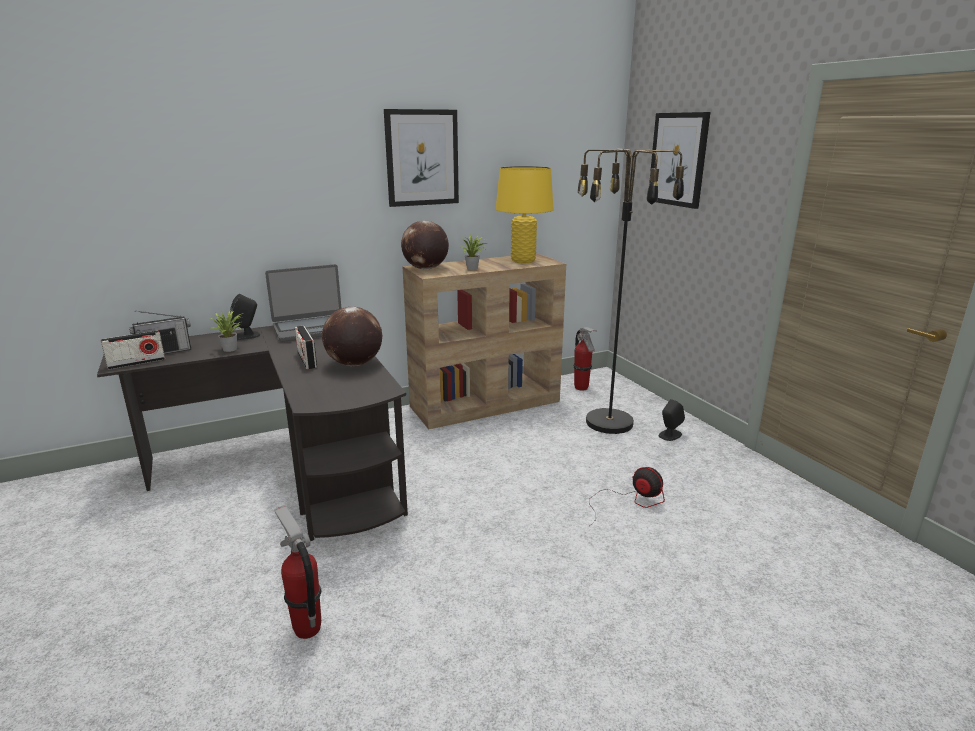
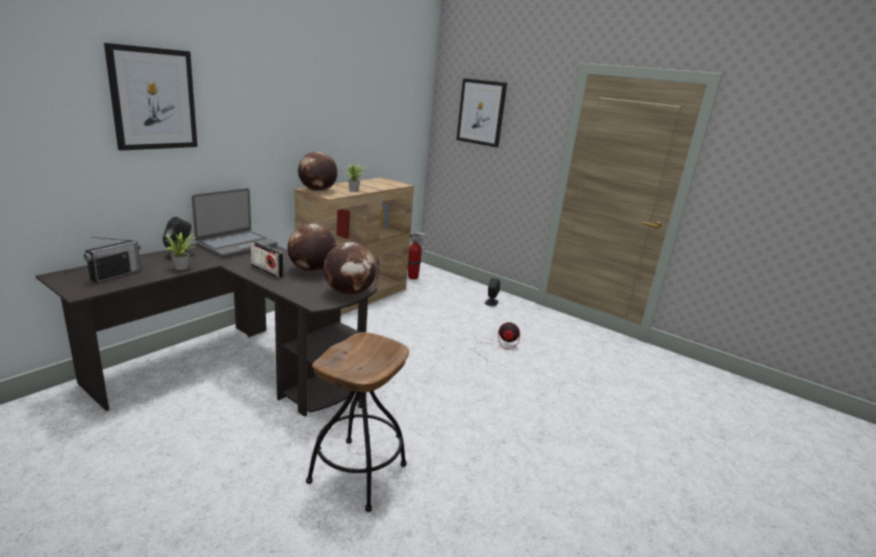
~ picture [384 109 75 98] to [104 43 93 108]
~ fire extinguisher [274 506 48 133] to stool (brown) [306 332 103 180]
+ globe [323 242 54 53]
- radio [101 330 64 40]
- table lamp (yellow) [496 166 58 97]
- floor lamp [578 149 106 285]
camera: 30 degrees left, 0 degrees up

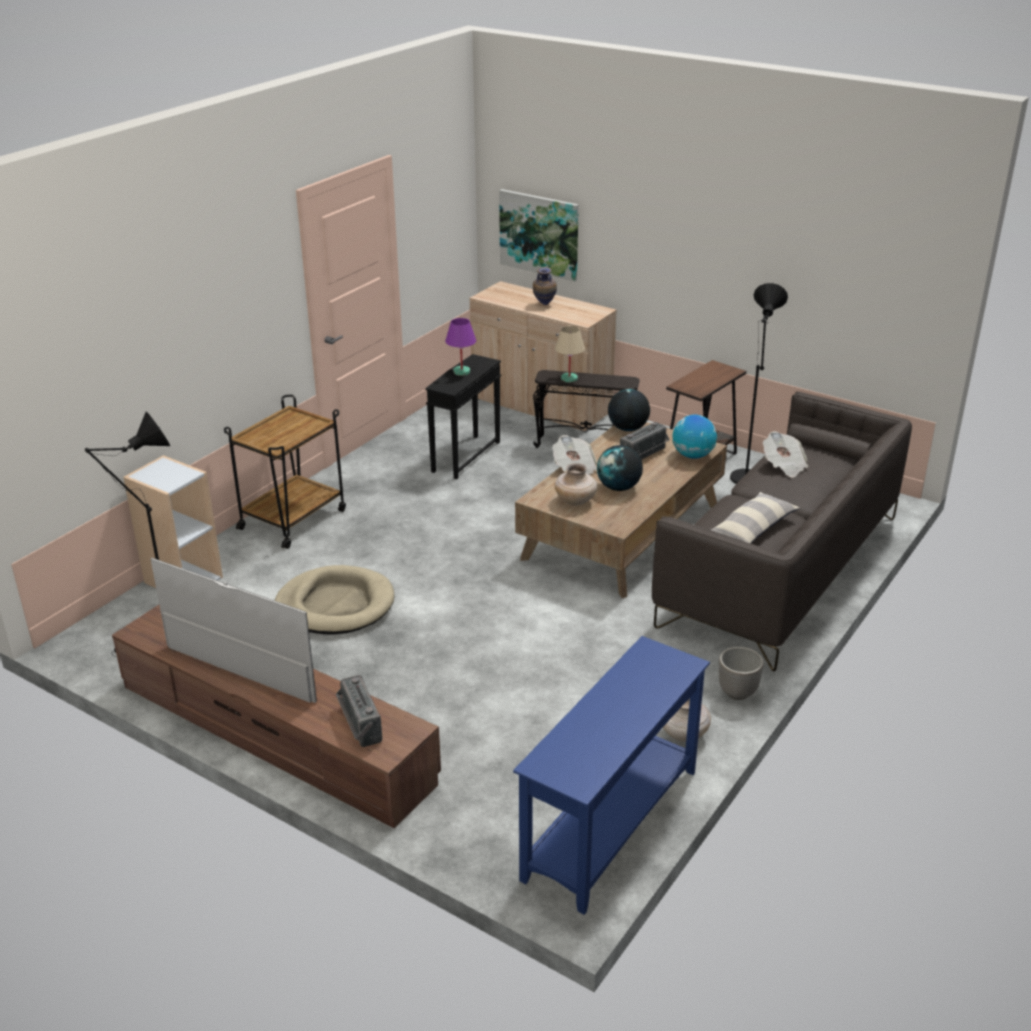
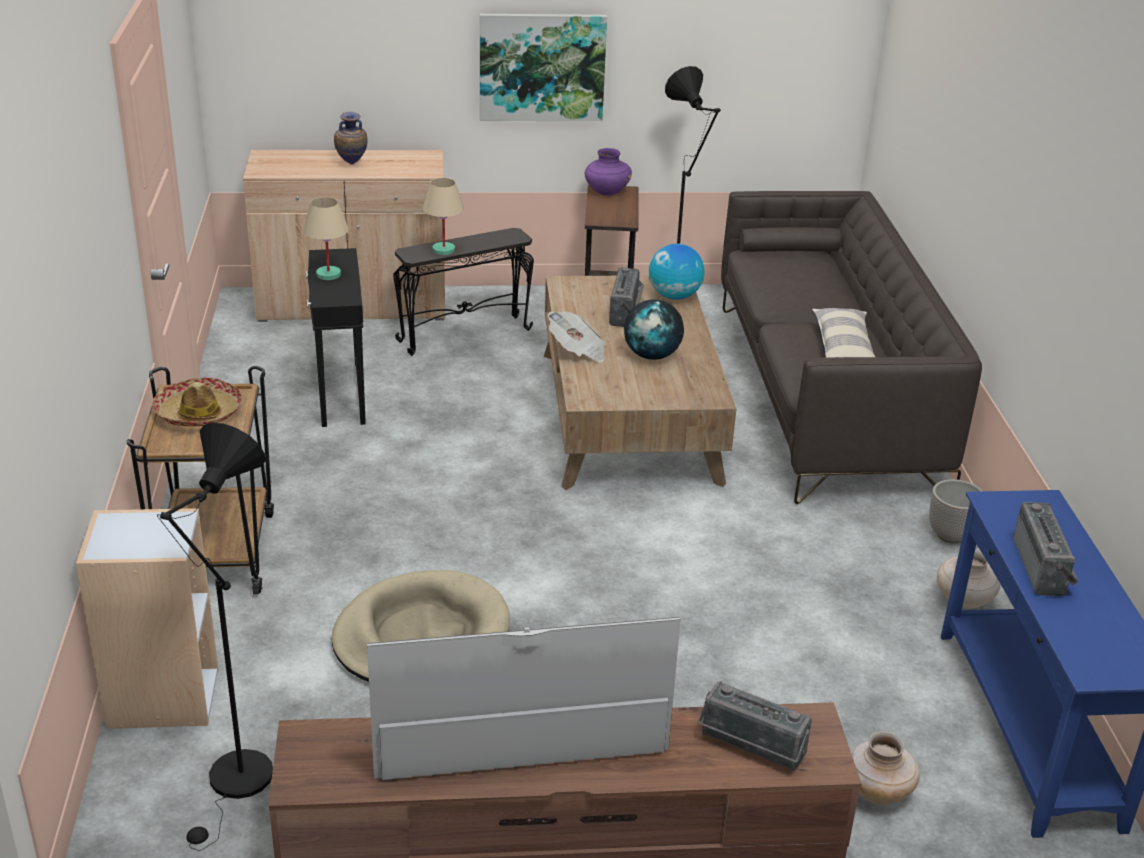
+ hat [152 377 90 50]
~ table lamp (purple) [445 318 31 58] to table lamp (beige) [303 197 46 83]
~ picture [499 189 80 93] to [480 14 127 107]
+ vase (purple) [585 148 47 48]
~ vase (beige) [555 463 42 42] to [851 731 69 74]
+ radio [1013 502 66 94]
- globe [608 389 42 42]
- newspaper [763 431 46 47]
camera: 40 degrees left, 0 degrees up

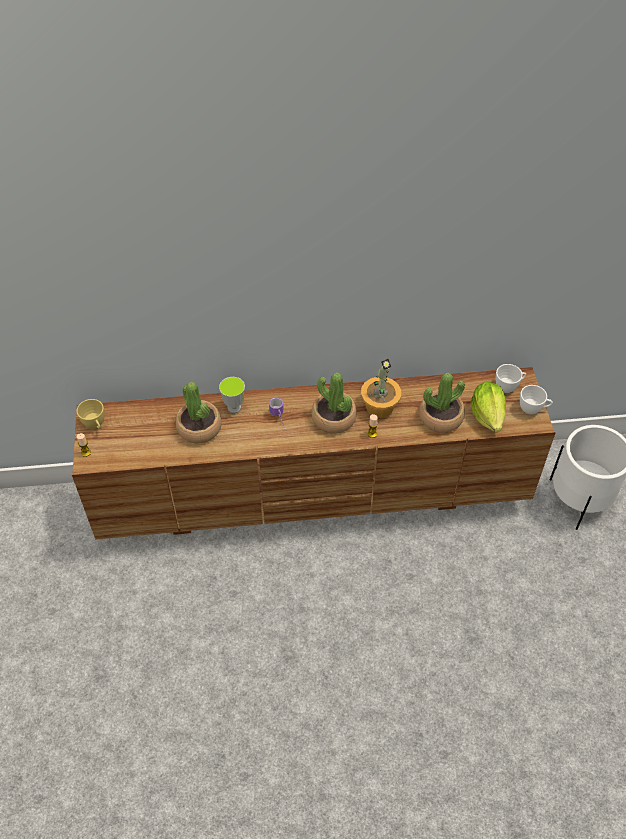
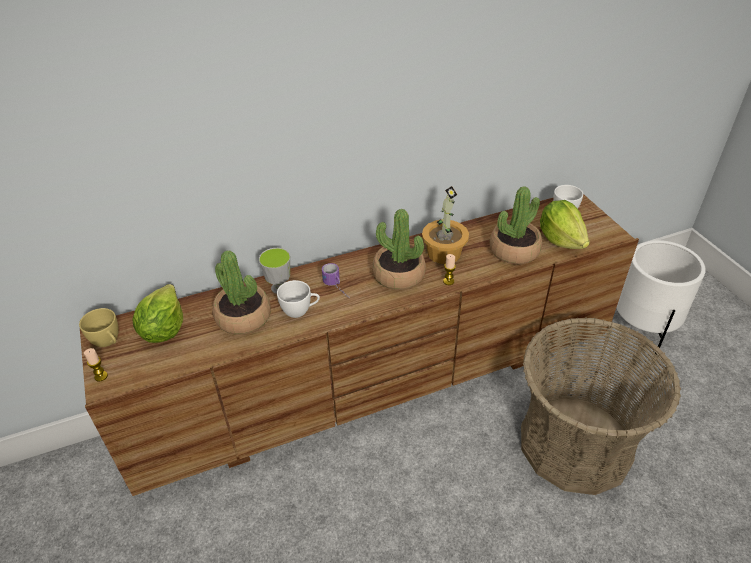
+ lettuce [132 284 51 59]
~ cup (white) [520 385 33 29] to [277 280 43 38]
+ basket [521 318 160 177]
camera: 15 degrees left, 10 degrees down

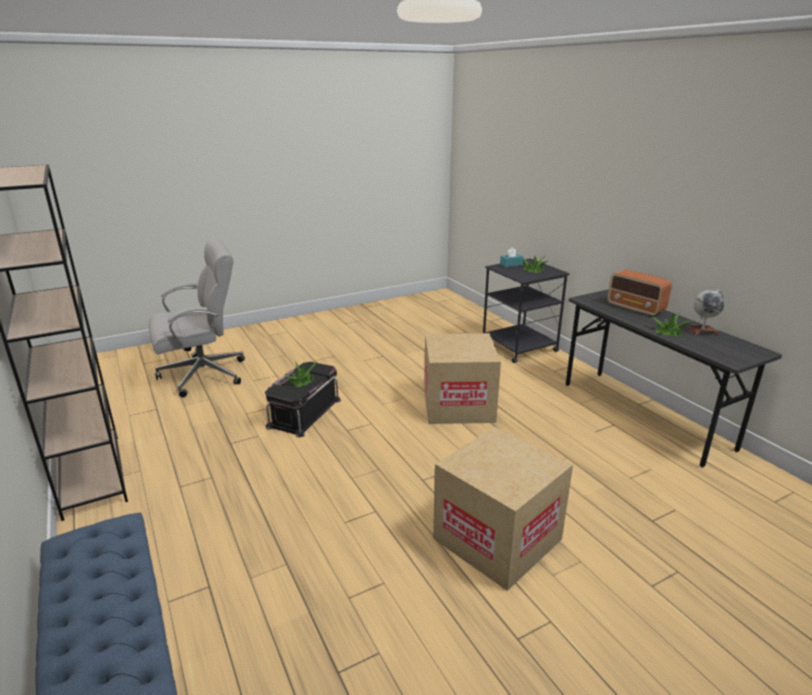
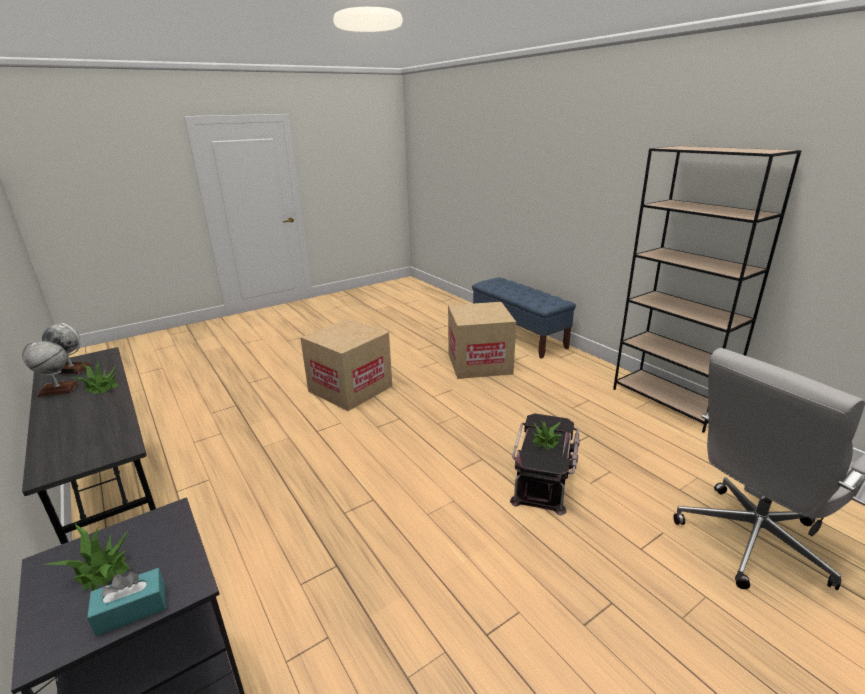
+ globe [42 323 50 51]
~ cardboard box [424 333 77 91] to [448 302 68 77]
- radio [608 269 64 48]
camera: 175 degrees right, 0 degrees up

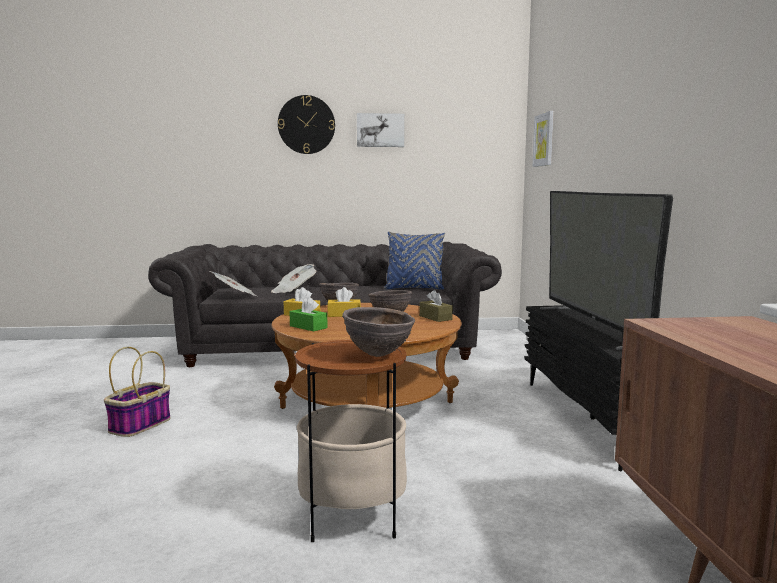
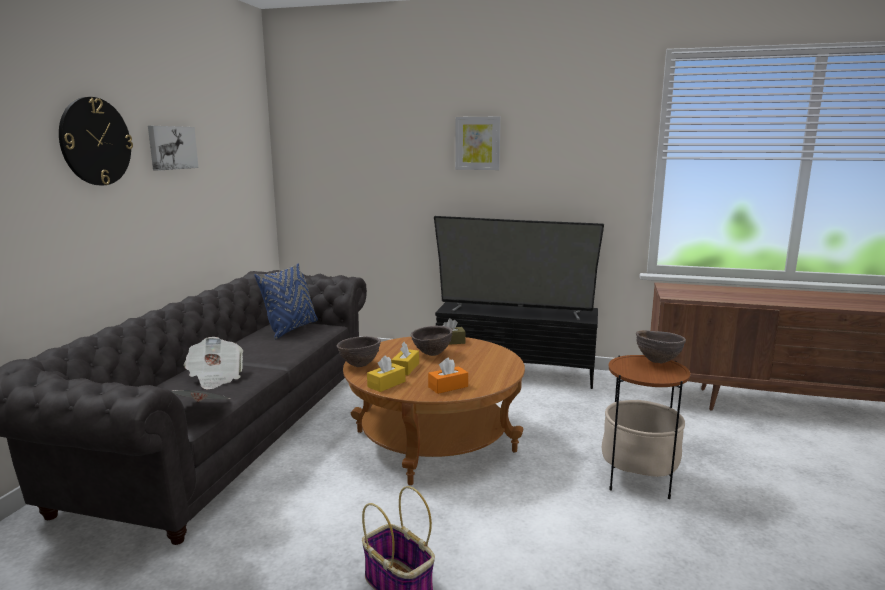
~ tissue box (green) [289 297 39 34] to tissue box (orange) [428 358 40 36]
~ picture [533 111 21 56] to [455 117 46 53]
camera: 70 degrees left, 5 degrees up

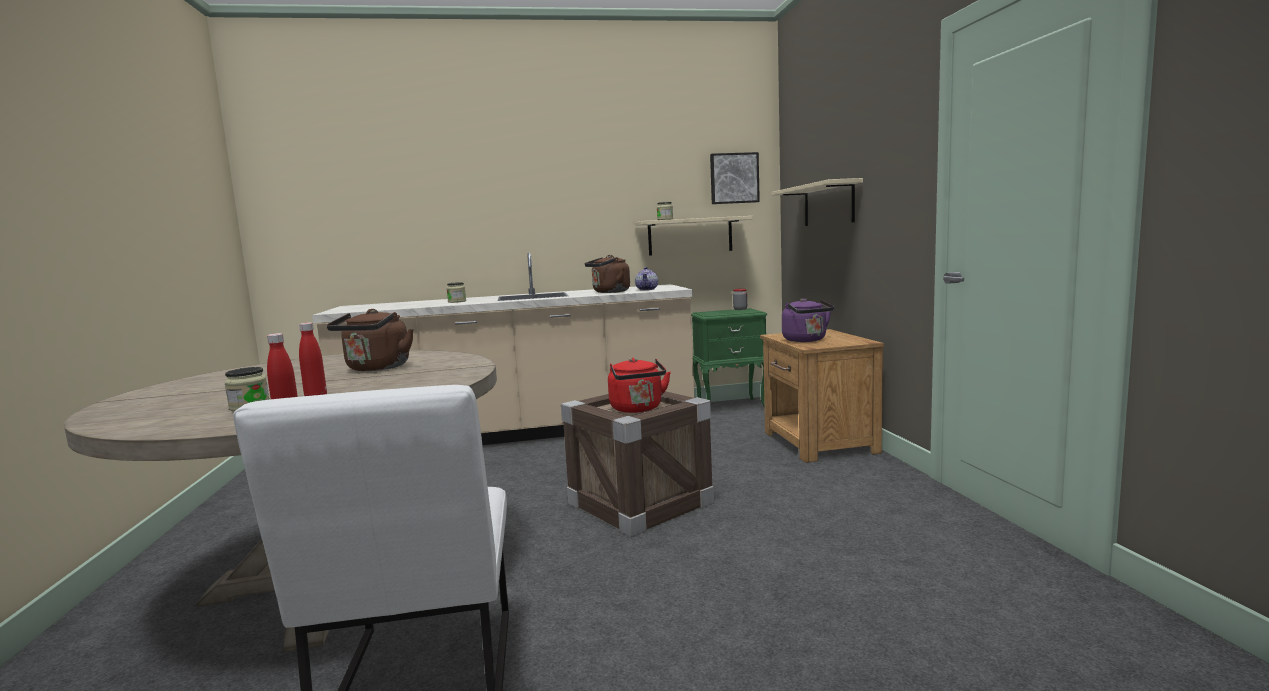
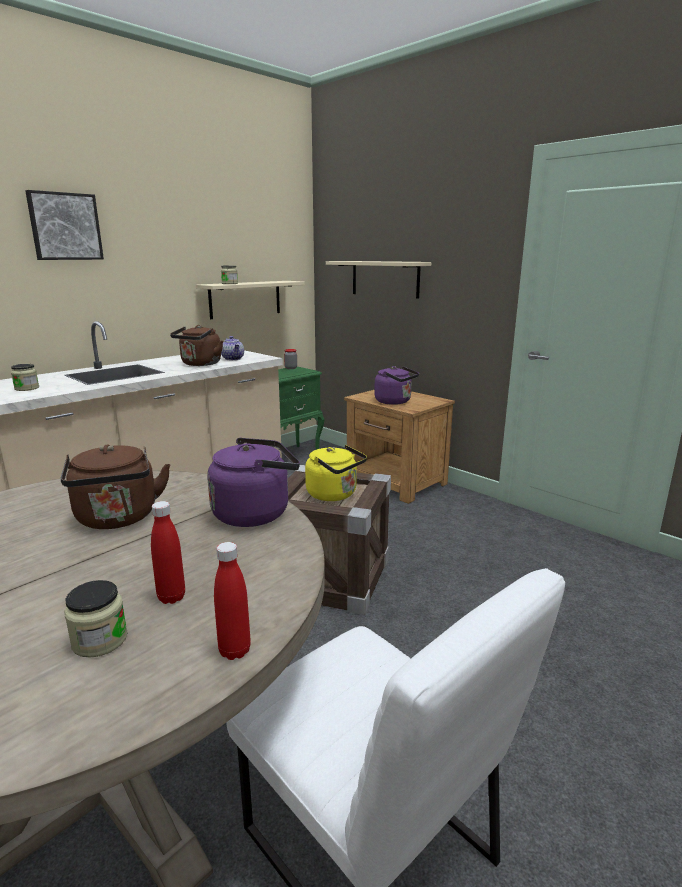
~ picture [710 152 50 52] to [25 190 79 70]
+ kettle (purple) [207 438 93 89]
~ kettle (red) [608 357 63 56] to kettle (yellow) [305 445 62 56]
camera: 35 degrees left, 10 degrees up

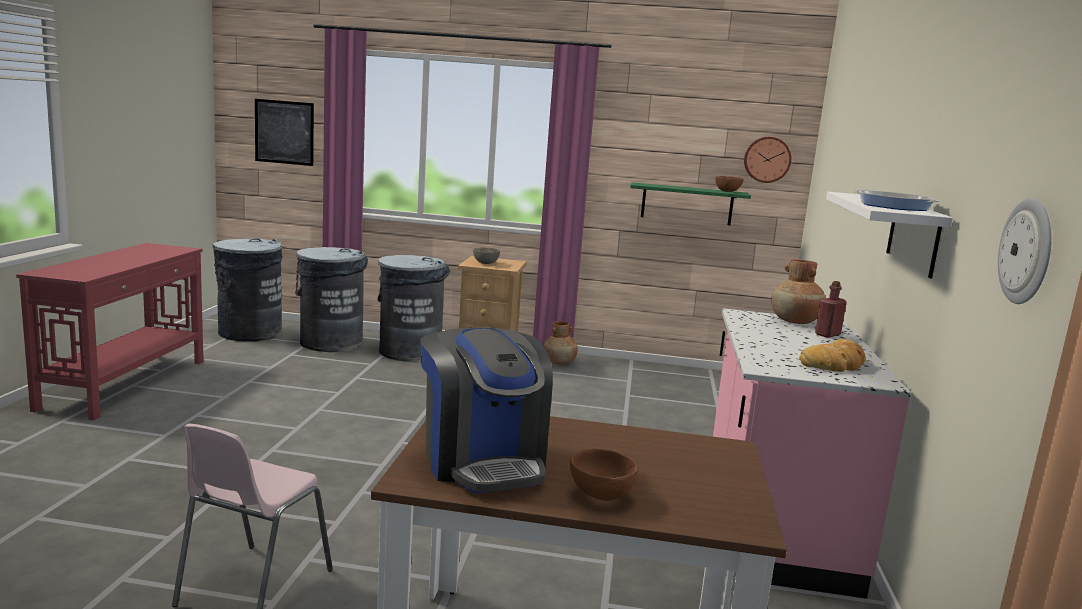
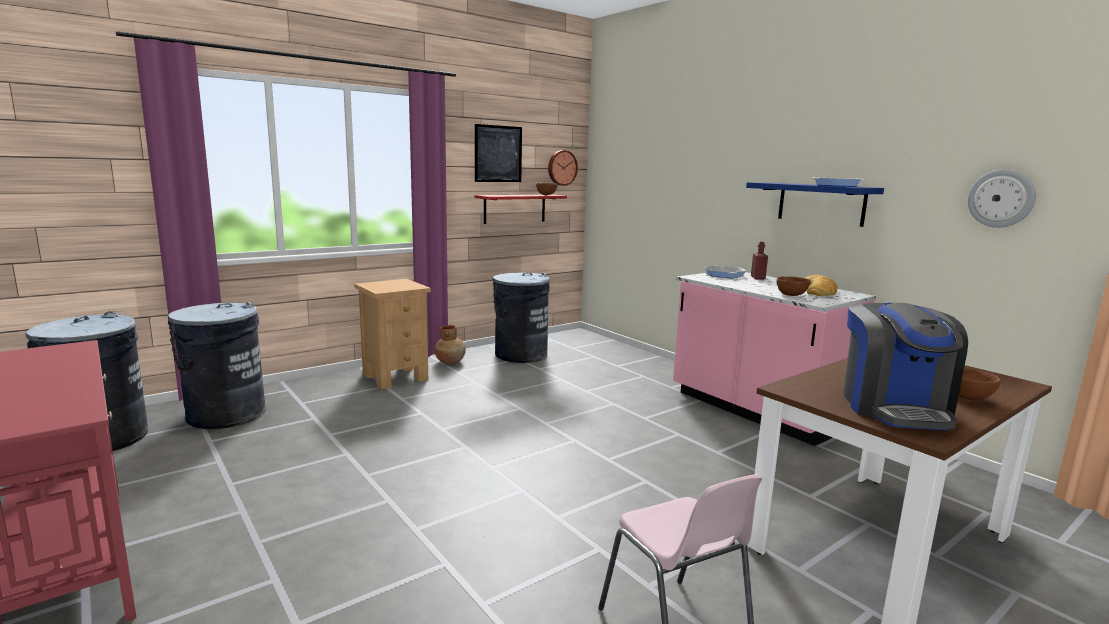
~ picture [255 99 59 67] to [475 124 47 58]
~ shelf (green) [630 182 121 43] to shelf (red) [475 194 92 30]
~ trash can (grey) [377 255 73 107] to [492 272 58 91]
~ vase (brown) [771 259 54 65] to frying pan [704 265 42 13]
~ shelf (white) [826 192 127 86] to shelf (blue) [746 182 138 45]
+ bowl (brown) [776 276 35 20]
~ coffee machine [420 327 133 166] = [843 303 125 127] 75 degrees clockwise
- bowl (grey) [473 247 27 17]
camera: 45 degrees left, 0 degrees up

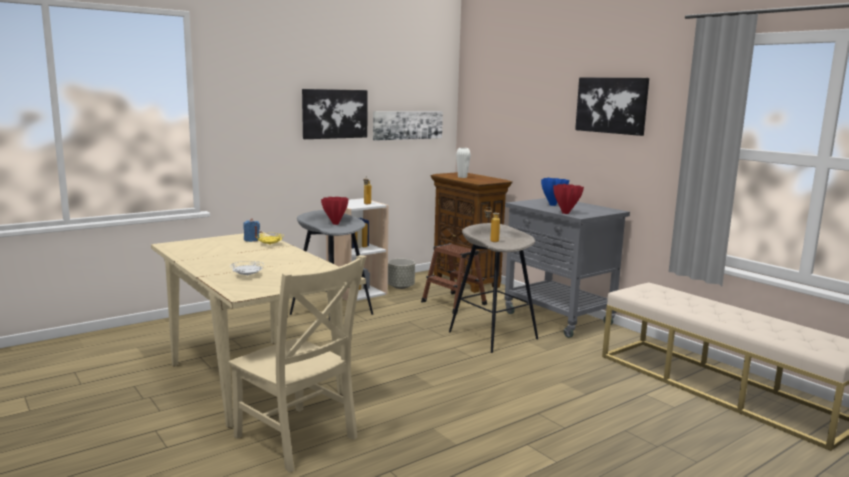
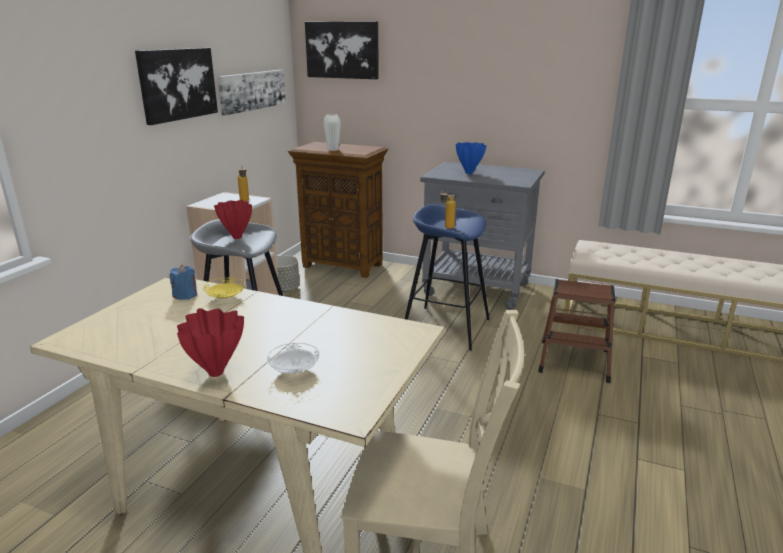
~ vase (red) [553 184 31 30] to [177 308 67 69]
~ picture [575 77 74 59] to [305 21 74 58]
~ stool (grey) [449 223 89 130] to stool (blue) [405 204 84 147]
~ step ladder (brown) [421 243 66 71] to [538 279 78 104]
camera: 30 degrees left, 10 degrees up

